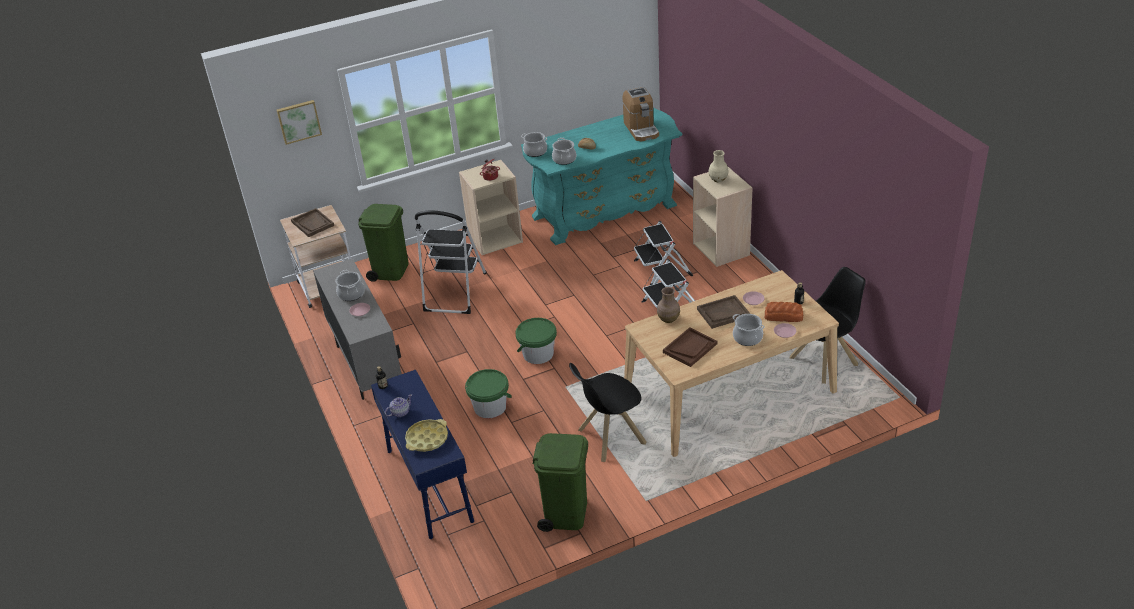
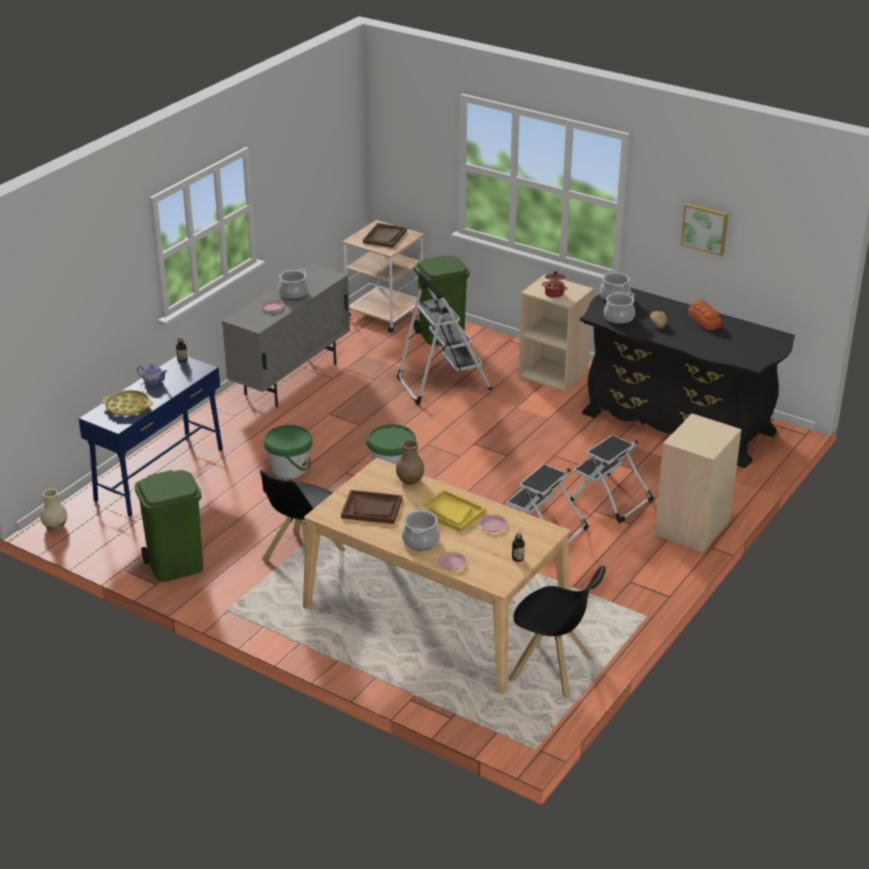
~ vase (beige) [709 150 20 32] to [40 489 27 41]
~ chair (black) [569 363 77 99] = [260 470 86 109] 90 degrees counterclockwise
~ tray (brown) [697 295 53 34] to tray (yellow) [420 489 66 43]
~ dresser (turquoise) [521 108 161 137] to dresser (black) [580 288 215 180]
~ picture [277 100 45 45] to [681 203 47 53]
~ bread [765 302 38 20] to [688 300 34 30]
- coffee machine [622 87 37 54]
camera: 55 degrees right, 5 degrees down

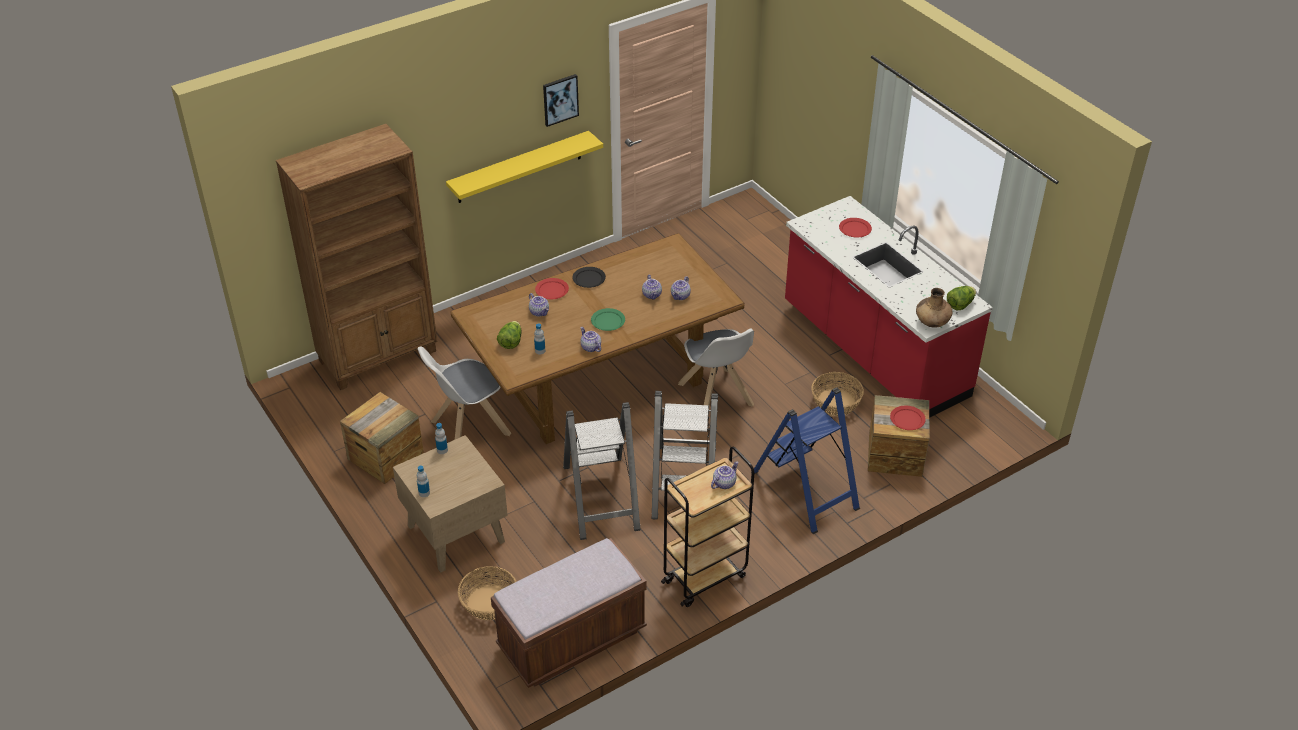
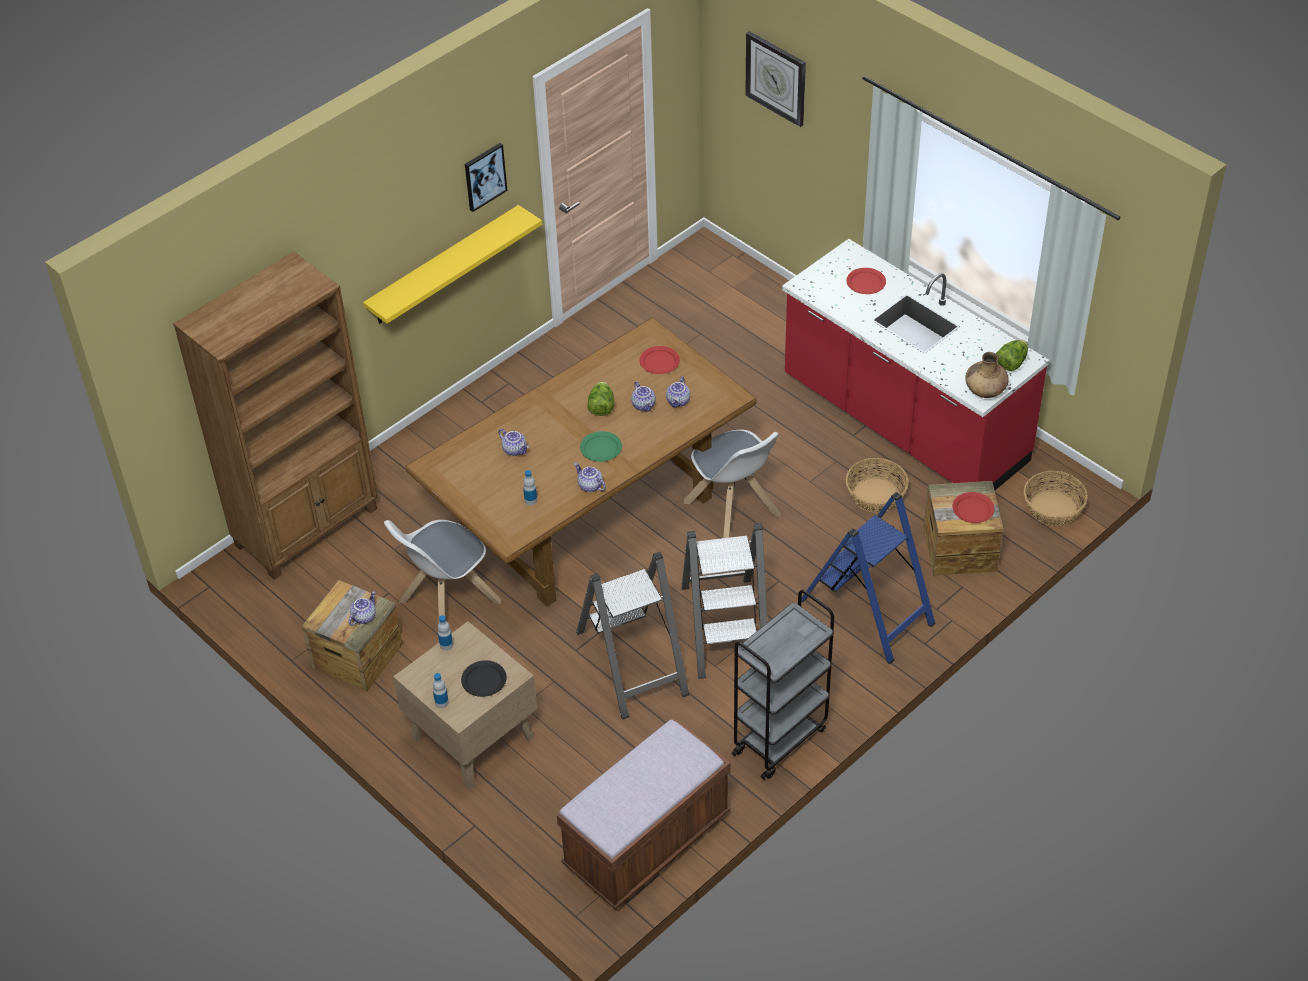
~ teapot [711 461 28 28] to [348 591 28 35]
~ plate (black) [572 267 34 21] to [461 660 46 37]
~ lettuce [497 321 24 28] to [587 382 27 34]
~ plate (red) [535 278 34 21] to [640 346 40 28]
~ cart (brown) [661 446 93 161] to cart (grey) [731 590 103 190]
+ wall clock [745 31 61 96]
~ basket [458 566 59 54] to [1024 471 64 55]
camera: 10 degrees left, 5 degrees up

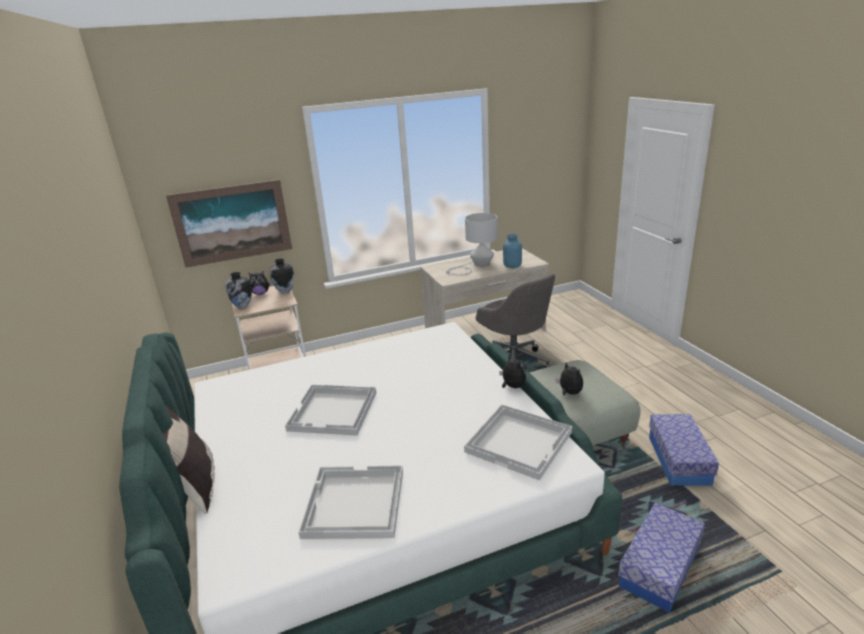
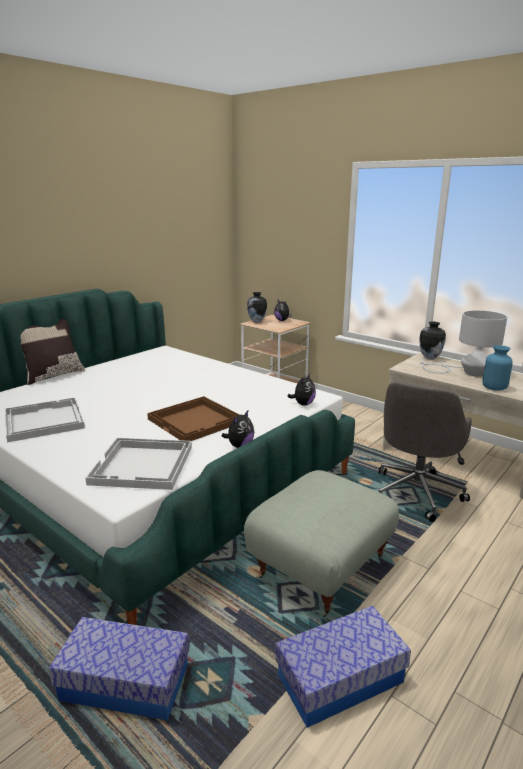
+ tray (brown) [147 396 93 45]
~ plush toy [556 362 27 33] to [287 374 29 32]
~ vase [270 258 24 36] to [419 322 27 37]
- picture [166 180 126 88]
- tray (white) [285 384 91 52]
camera: 60 degrees right, 5 degrees down

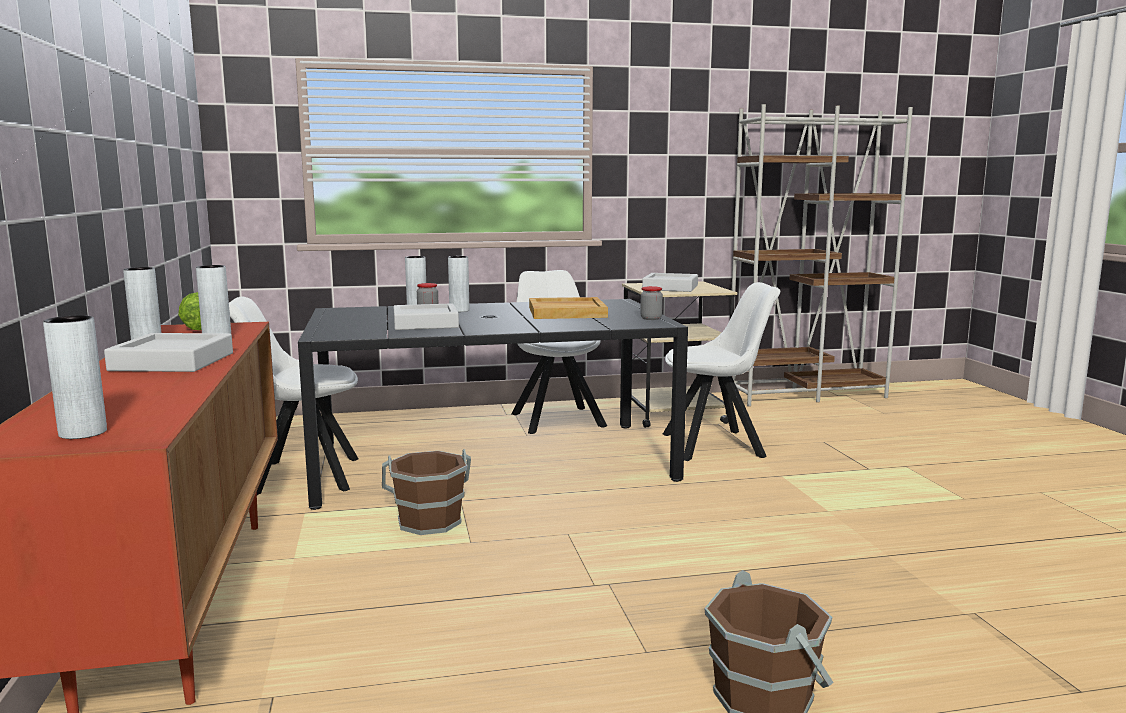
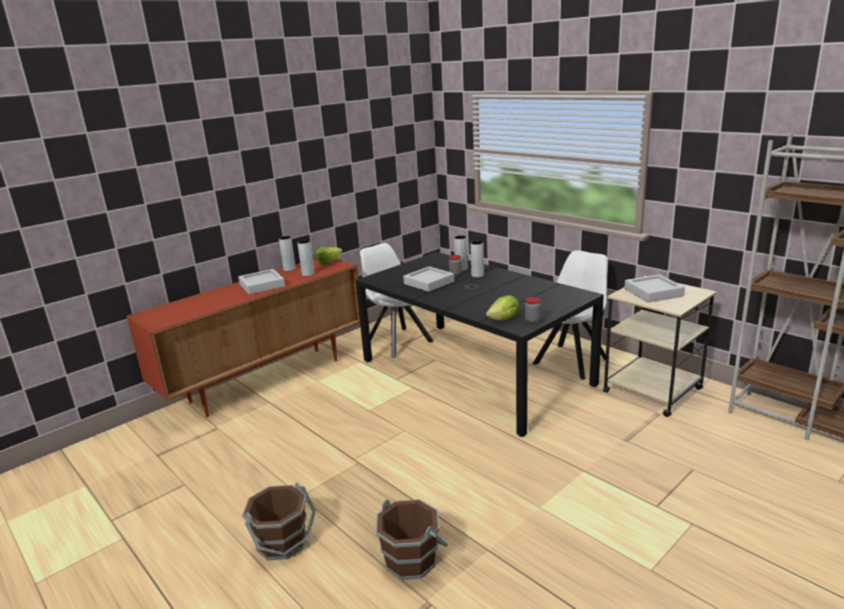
~ bucket (brown) [382 449 89 86] to [376 499 72 81]
+ lettuce [486 295 34 25]
- vase (grey) [43 315 64 124]
- tray (beige) [529 297 79 22]
- chair (white) [662 282 118 179]
camera: 60 degrees right, 10 degrees up

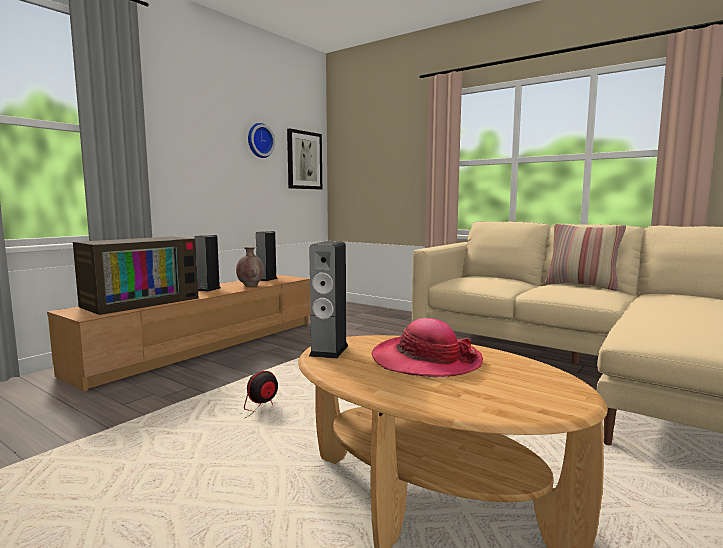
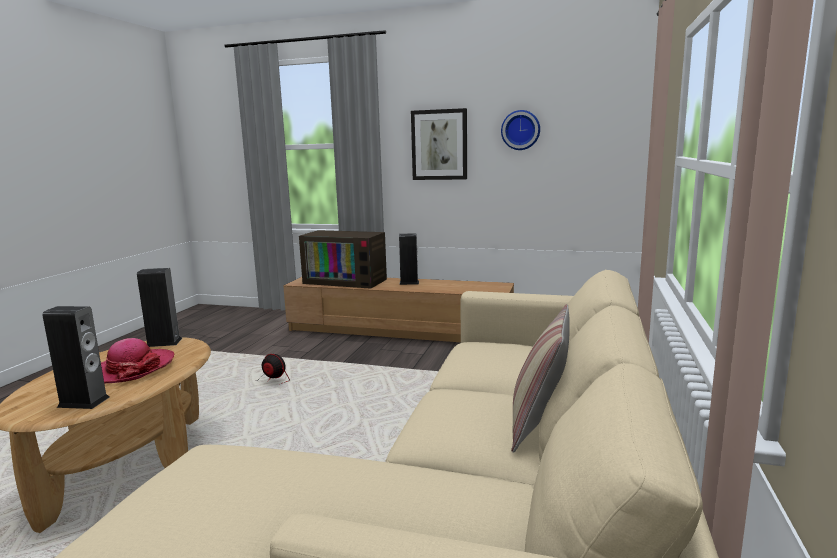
~ speaker [256 231 22 50] to [42 306 68 103]
~ picture [287 128 35 62] to [411 108 56 72]
- vase (brown) [236 247 28 40]
camera: 70 degrees right, 5 degrees up

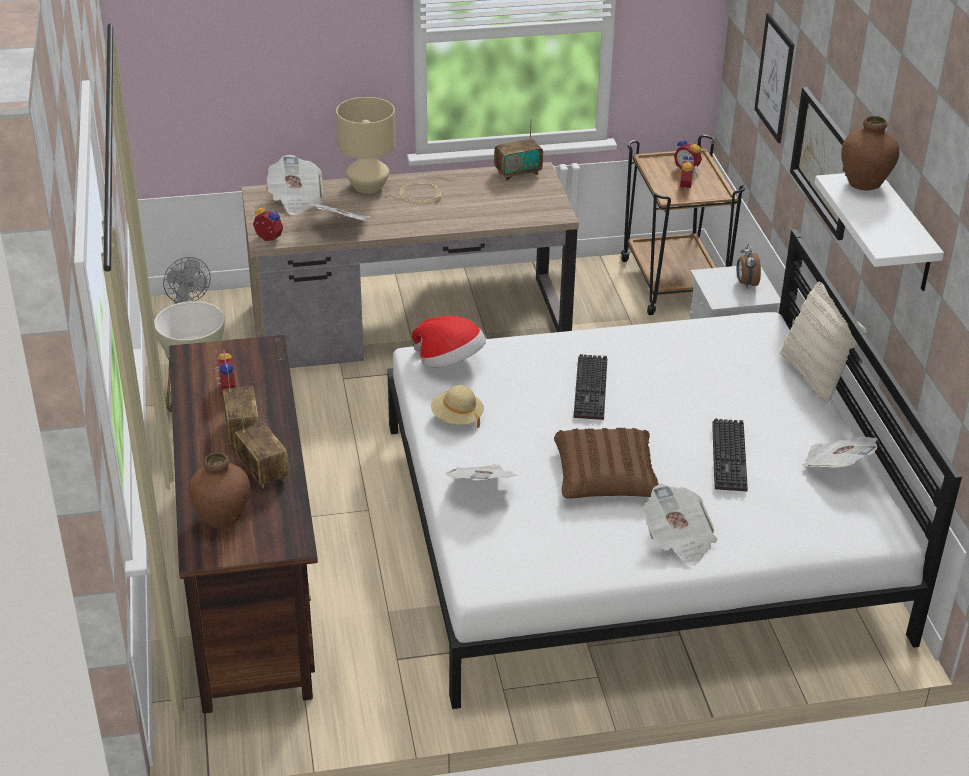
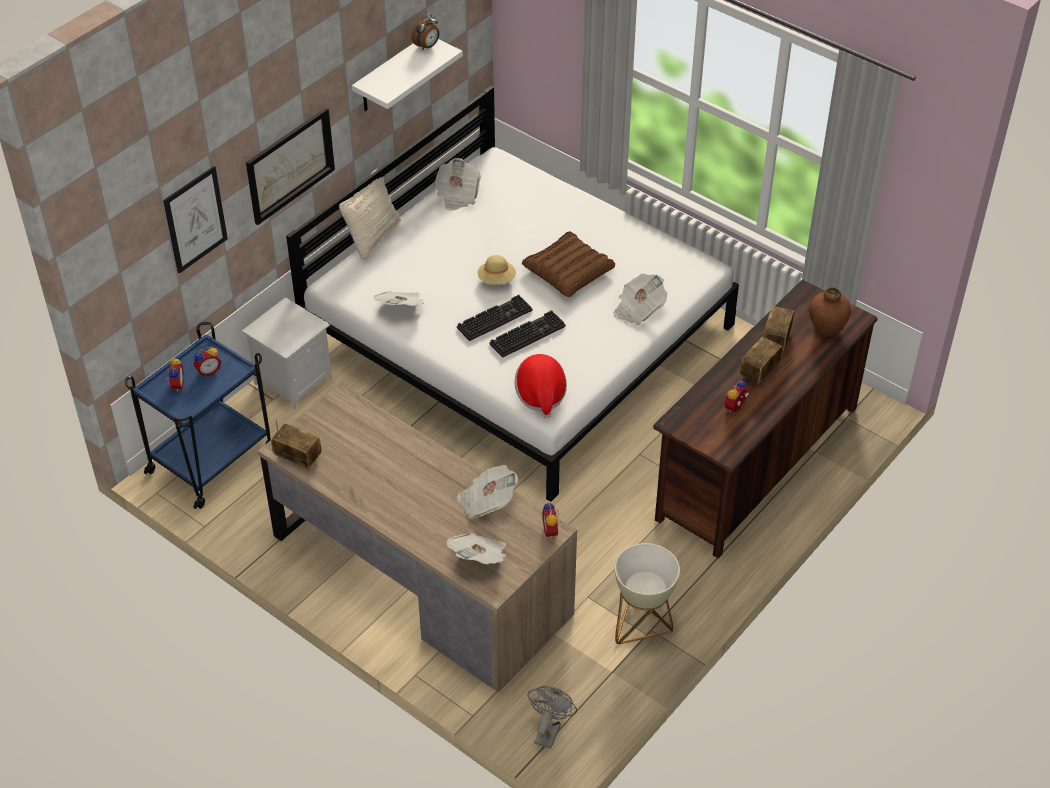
~ cart (brown) [621 135 124 180] to cart (blue) [125 322 146 187]
~ newspaper [643 484 75 82] to [374 291 50 15]
~ alarm clock [737 244 24 45] to [412 14 27 36]
~ hat (beige) [431 385 53 43] to [478 255 38 30]
~ keyboard [712 418 36 73] to [489 310 77 48]
- table lamp (beige) [336 97 106 107]
- vase (brown) [841 116 58 75]
camera: 130 degrees left, 10 degrees up

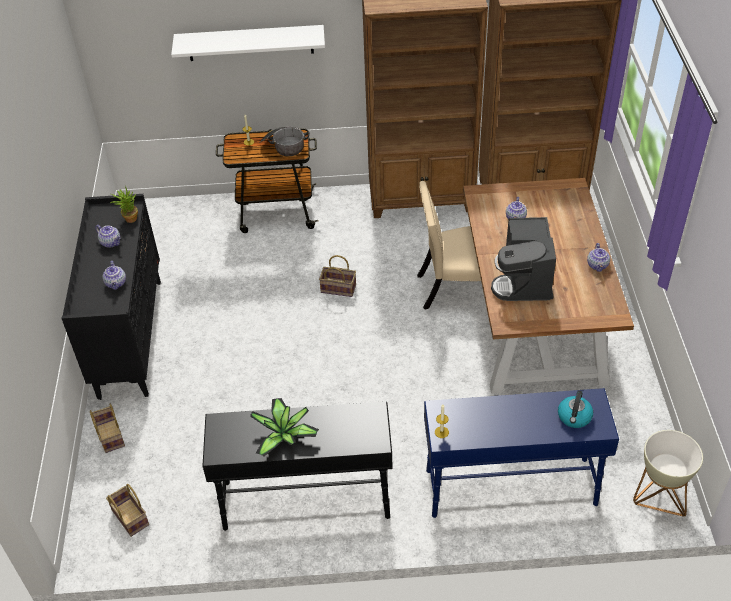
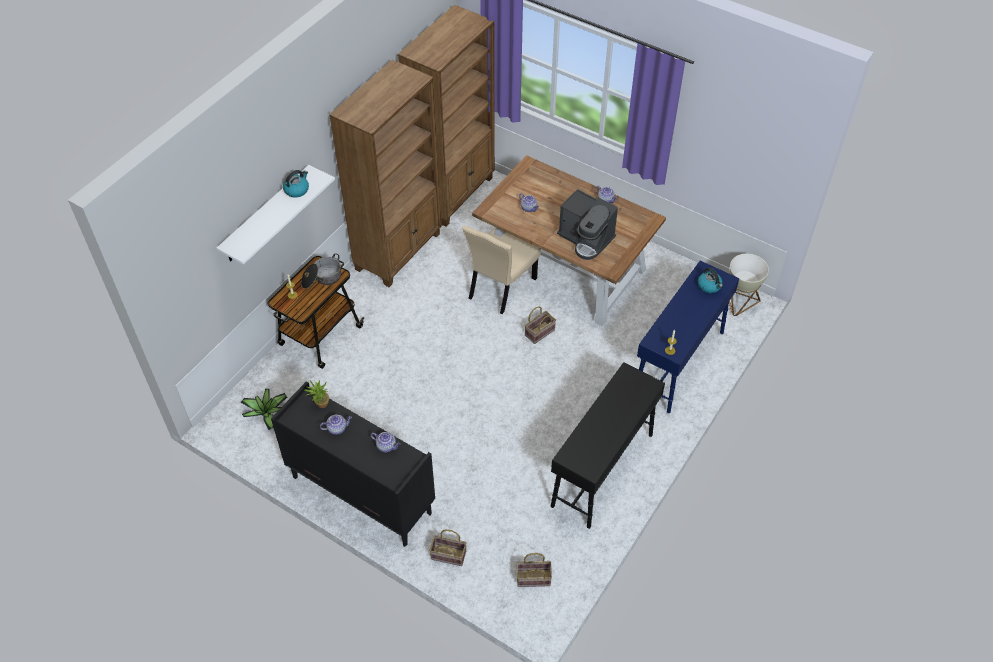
~ potted plant [250 398 69 58] to [240 389 47 41]
+ kettle [283 170 26 28]
~ basket [319 255 37 42] to [525 306 31 38]
camera: 55 degrees left, 5 degrees up

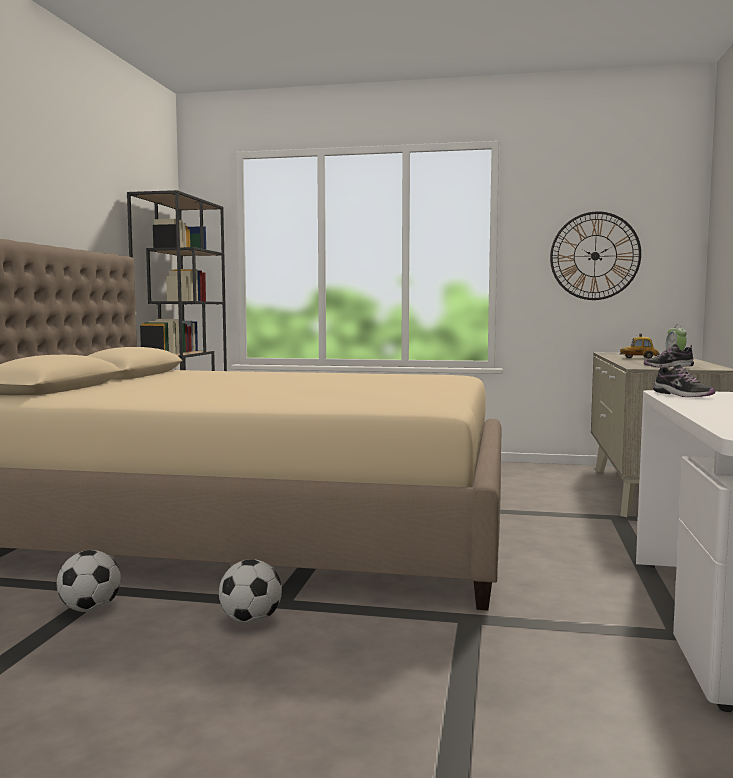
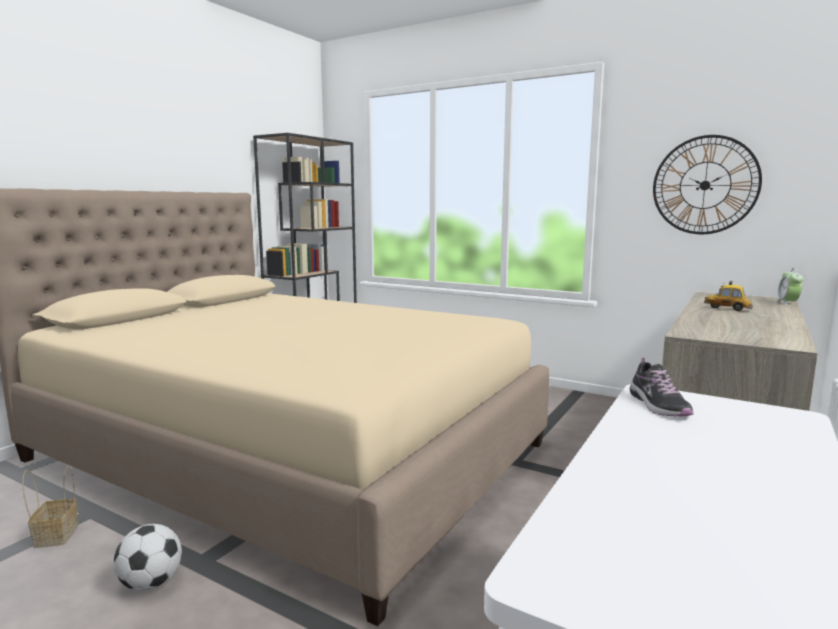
~ football [57 550 64 62] to basket [22 467 56 81]
- shoe [644 344 50 24]
camera: 20 degrees right, 5 degrees up

